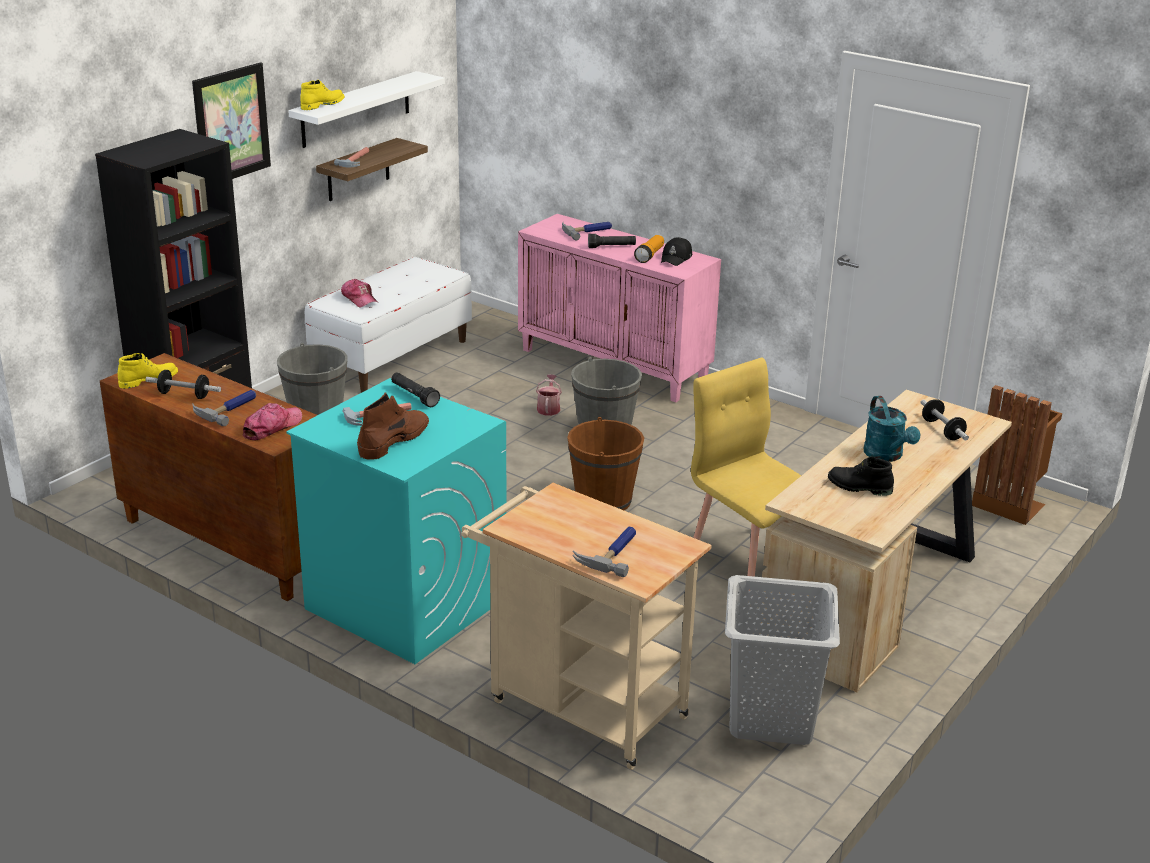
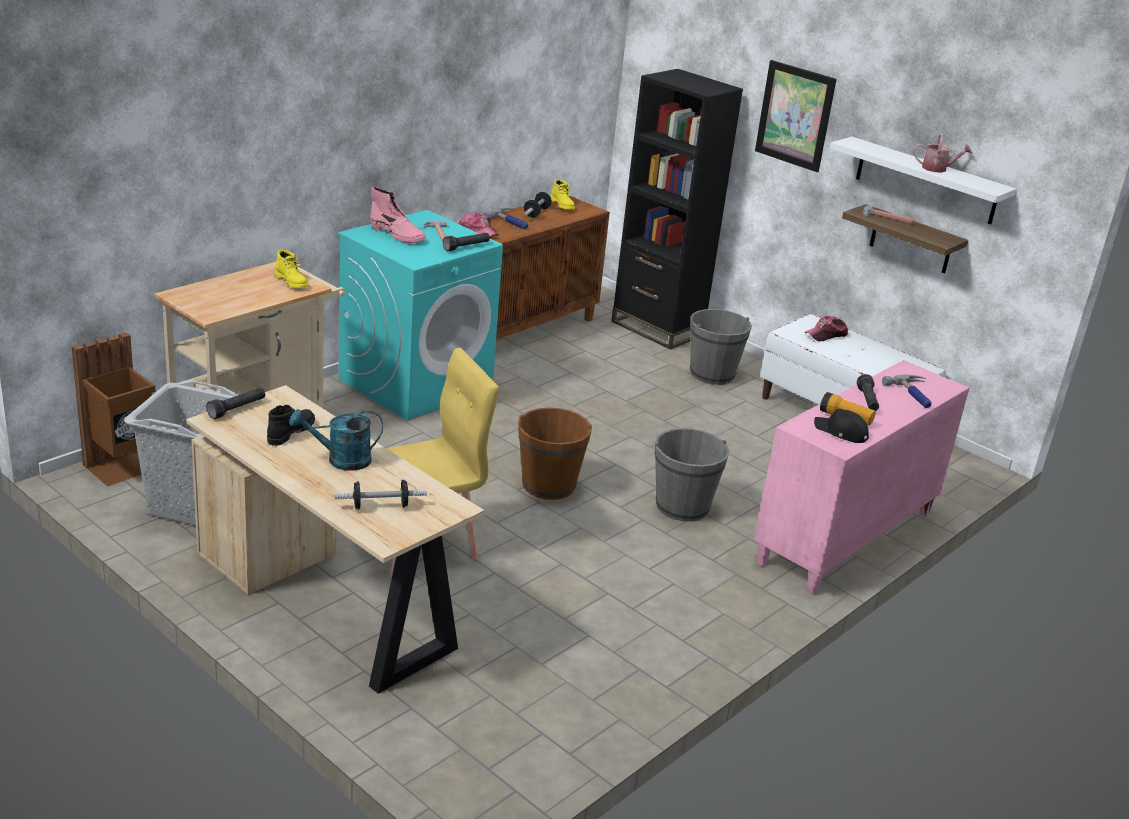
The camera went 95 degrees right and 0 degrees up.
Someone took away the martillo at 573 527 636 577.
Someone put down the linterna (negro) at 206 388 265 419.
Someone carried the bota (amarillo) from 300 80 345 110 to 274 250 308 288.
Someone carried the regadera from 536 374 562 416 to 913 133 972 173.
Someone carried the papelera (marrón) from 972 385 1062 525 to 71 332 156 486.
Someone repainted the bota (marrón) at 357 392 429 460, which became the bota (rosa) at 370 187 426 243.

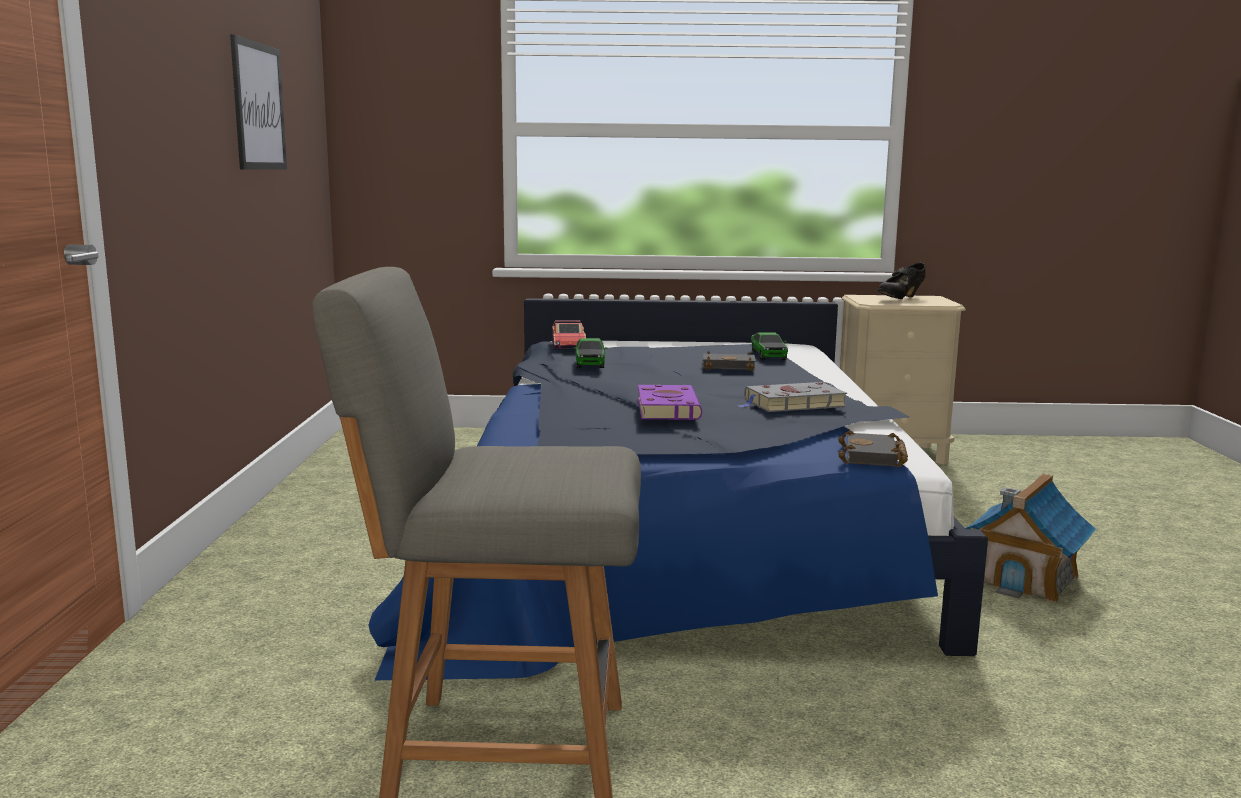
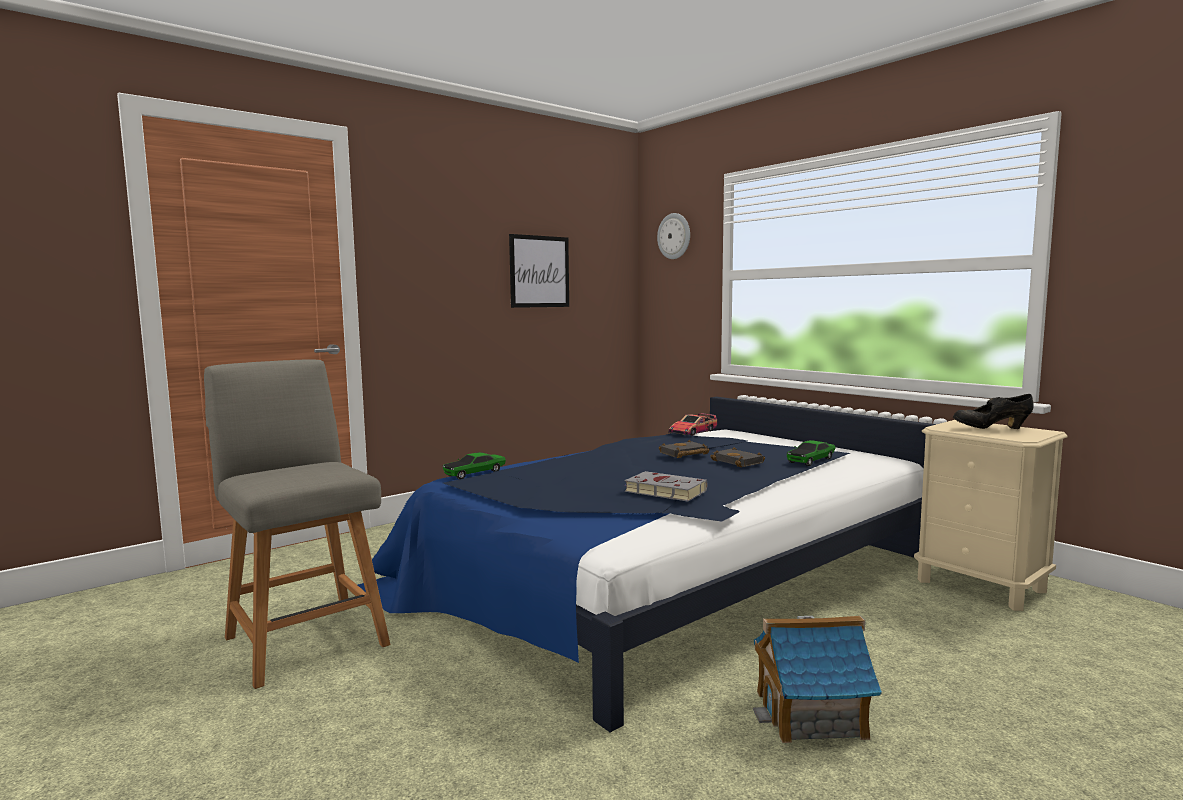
The camera went 50 degrees right and 5 degrees down.
Someone took away the libro (morado) at 638 385 702 420.
Someone put up the reloj de pared at 657 213 690 259.
Someone carried the coche de juguete from 573 338 608 368 to 443 452 506 479.
Someone carried the libro (negro) from 838 430 908 467 to 659 440 709 458.

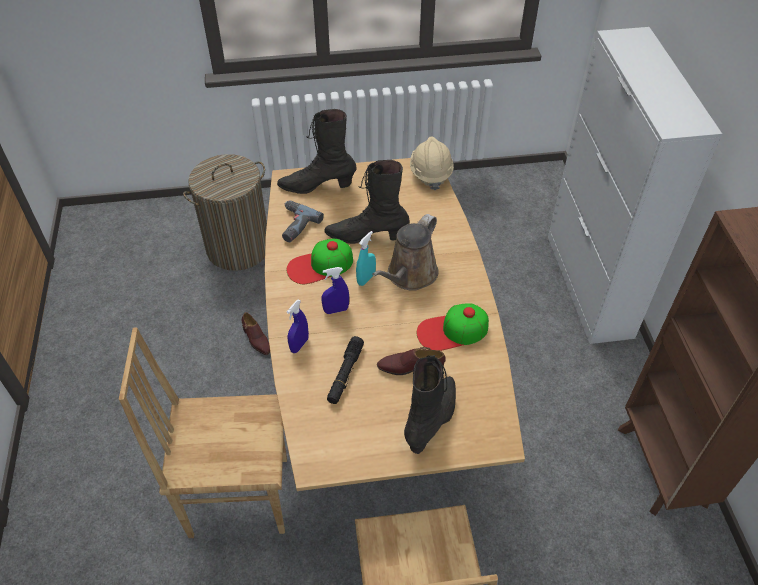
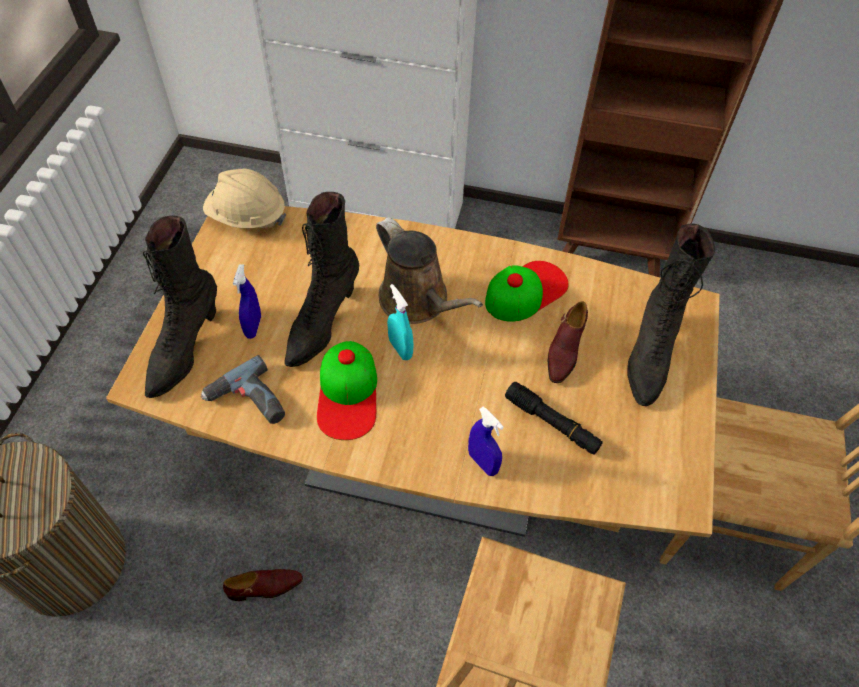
The camera went 70 degrees left and 5 degrees up.
Someone carried the pulverizador (azul) from 321 267 349 314 to 233 264 261 339.
Someone rotated the bota (negro) at 404 355 456 454 by 120 degrees counterclockwise.
Someone rotated the gorra at 417 303 489 351 by 135 degrees counterclockwise.

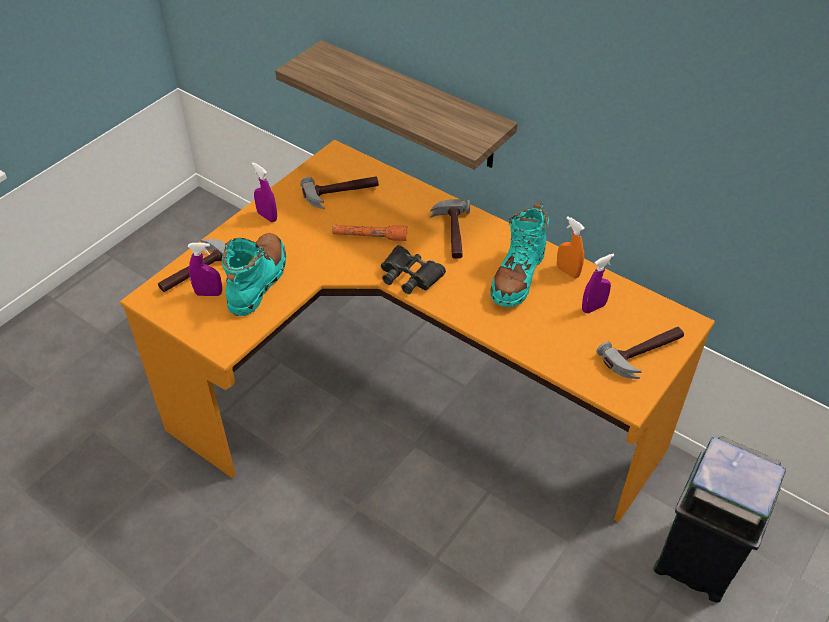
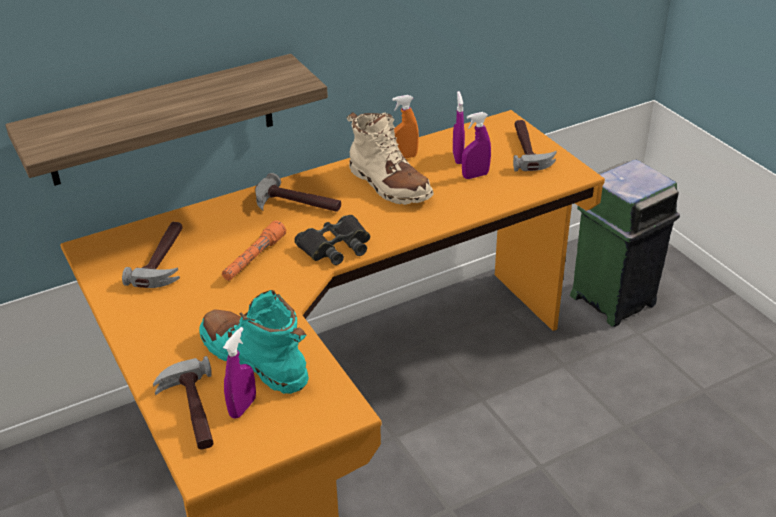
The camera went 65 degrees left and 10 degrees down.
Someone carried the pulverizador (morado) from 252 162 277 222 to 462 112 491 179.
Someone repainted the bota (turquesa) at 490 203 549 307, which became the bota (beis) at 346 112 433 205.

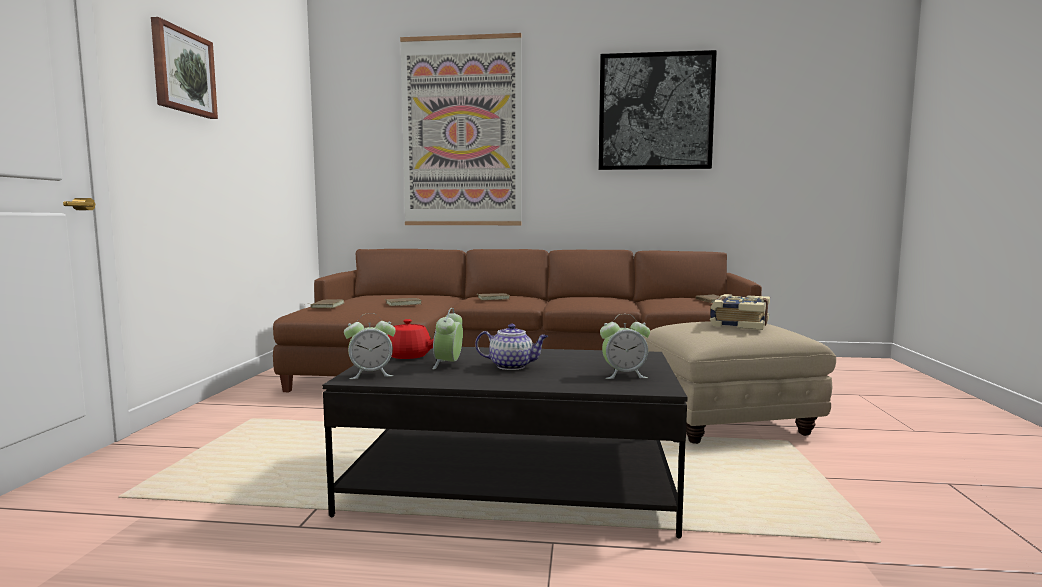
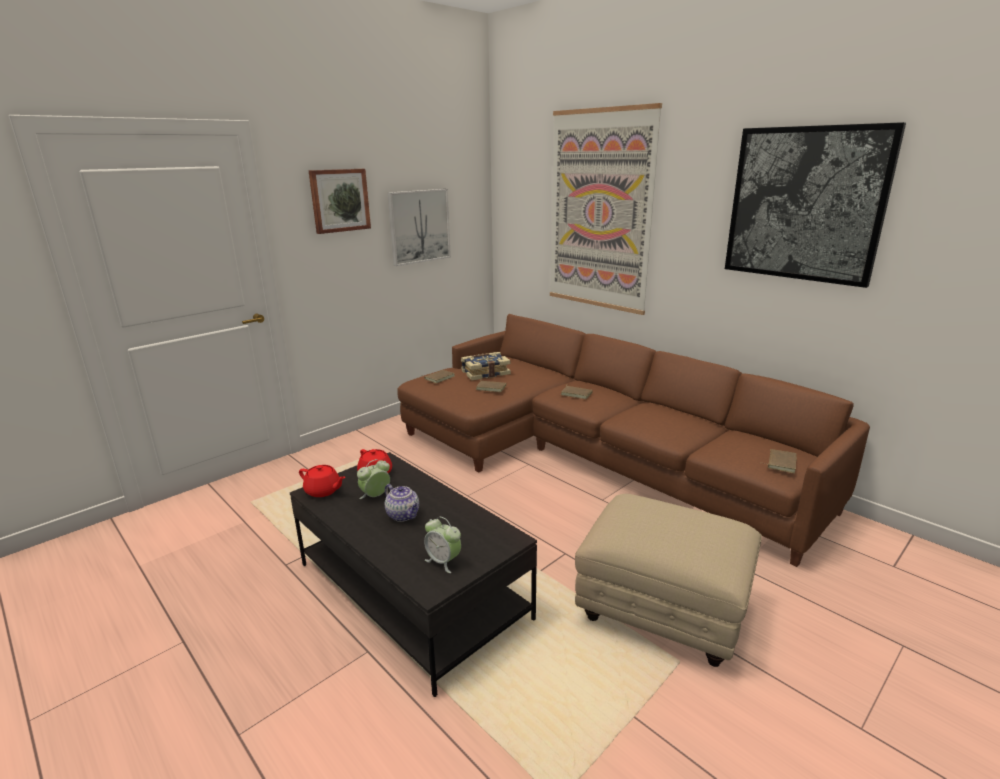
The camera went 40 degrees right and 15 degrees up.
Someone put up the cuadro at 388 189 451 266.
Someone carried the libro from 710 294 770 330 to 461 352 511 380.
Someone swapped the despertador at 344 313 396 379 for the tetera (rojo) at 299 465 346 497.

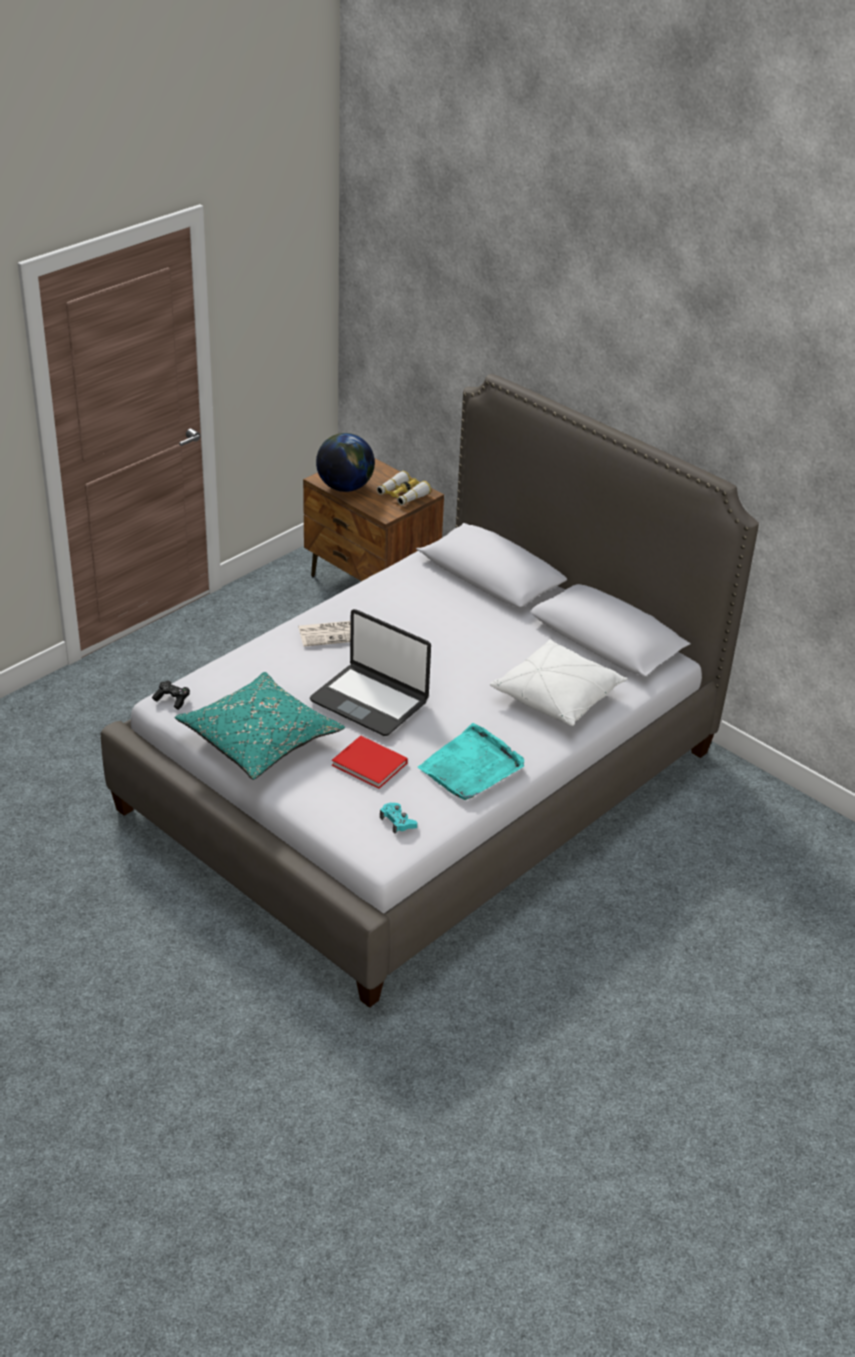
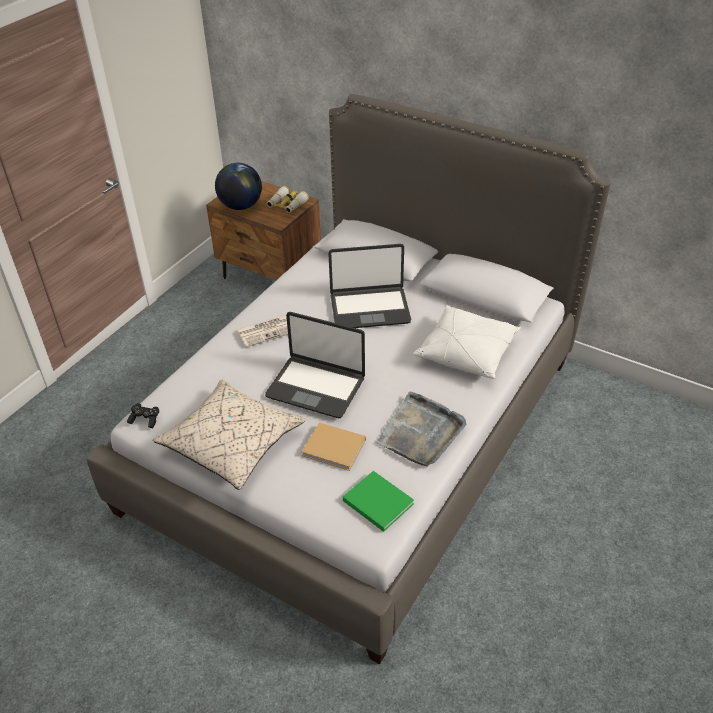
The camera went 10 degrees left and 5 degrees up.
Someone put down the portátil at 328 244 411 328.
Someone swapped the mando de consola (turquesa) at 380 803 417 834 for the libro (verde) at 343 471 414 532.
Someone repainted the cojín (turquesa) at 175 672 345 780, which became the cojín (beis) at 152 380 306 490.
Someone repainted the libro (rojo) at 332 736 408 789, which became the libro (beis) at 302 422 366 471.
Someone repainted the bandeja (turquesa) at 418 723 524 800, which became the bandeja (gris) at 376 391 467 467.

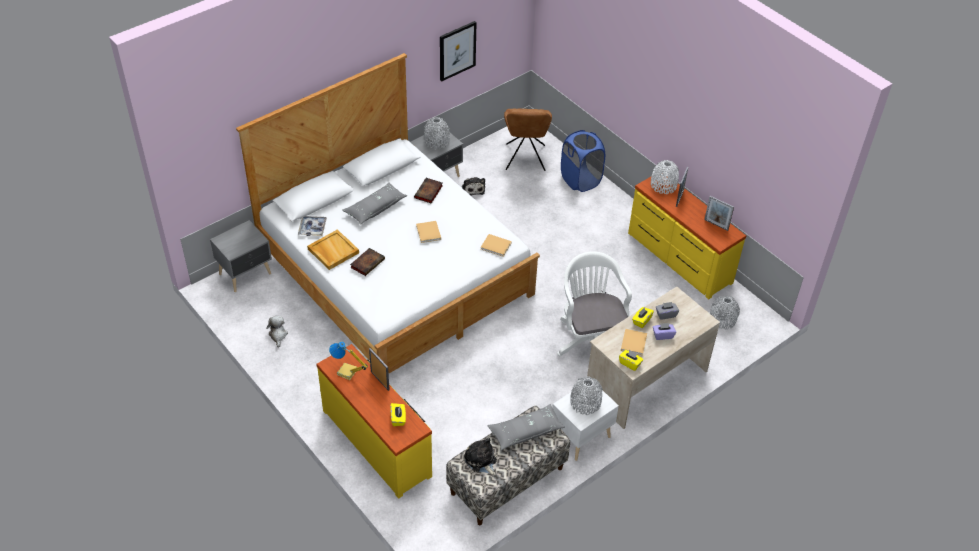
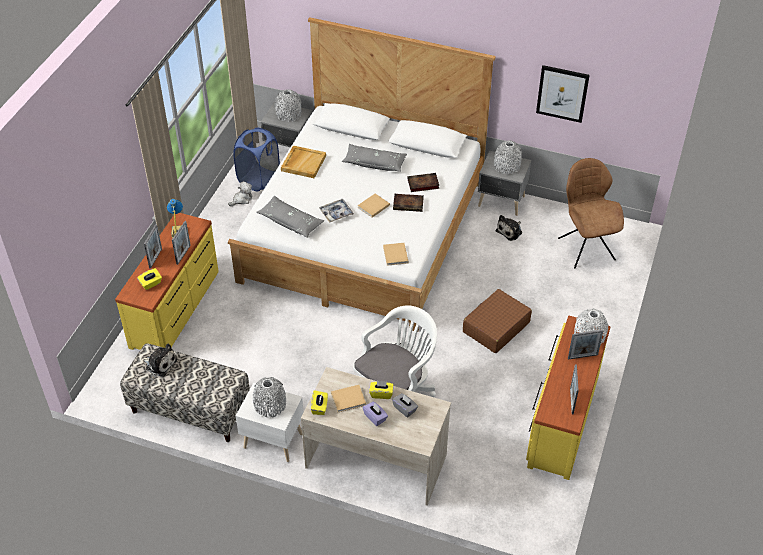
The camera went 60 degrees right and 0 degrees up.
Someone put down the portarretratos at 144 224 162 269.
Someone put down the maleta (marrón) at 463 289 532 353.
Someone carried the bandeja from 298 216 327 236 to 319 199 354 223.
Someone carried the libro from 350 248 385 276 to 393 194 424 212.
Someone carried the cojín (gris) from 487 404 565 451 to 256 196 324 238.
Someone carried the cesto de la ropa (azul) from 561 130 605 192 to 233 128 280 192.
Someone carried the florero (gris) from 710 295 740 330 to 275 89 302 122.
Someone rotated the peluche at 464 438 497 475 by 90 degrees clockwise.
Someone rotated the silla (marrón) at 504 108 552 171 by 105 degrees clockwise.

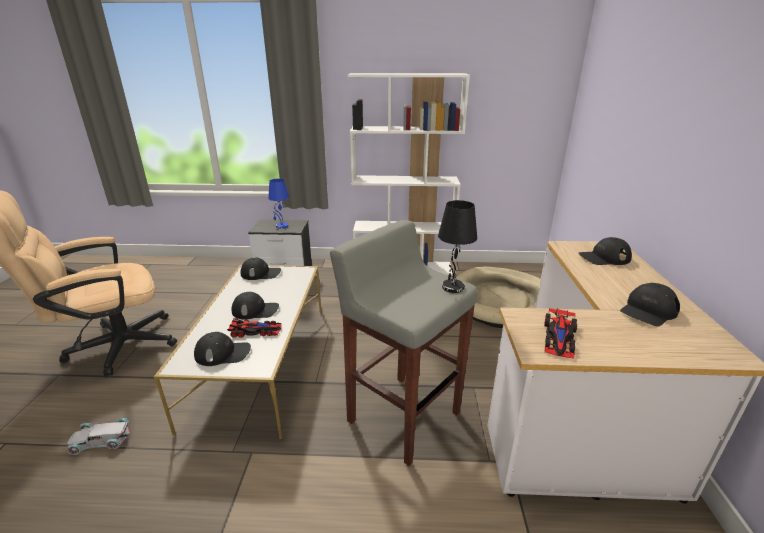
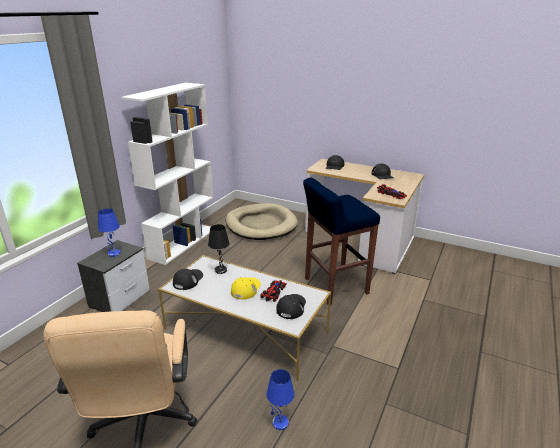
The camera went 65 degrees left and 0 degrees up.
Someone carried the lámpara de mesa (negro) from 438 200 477 293 to 208 224 229 274.
Someone swapped the coche de juguete (blanco) at 67 418 130 455 for the lámpara de mesa (azul) at 267 369 294 430.
Someone repainted the gorra (negro) at 231 292 279 319, which became the gorra (amarillo) at 231 277 261 300.
Someone repainted the taburete (gris) at 330 220 478 466, which became the taburete (azul) at 303 178 380 305.

